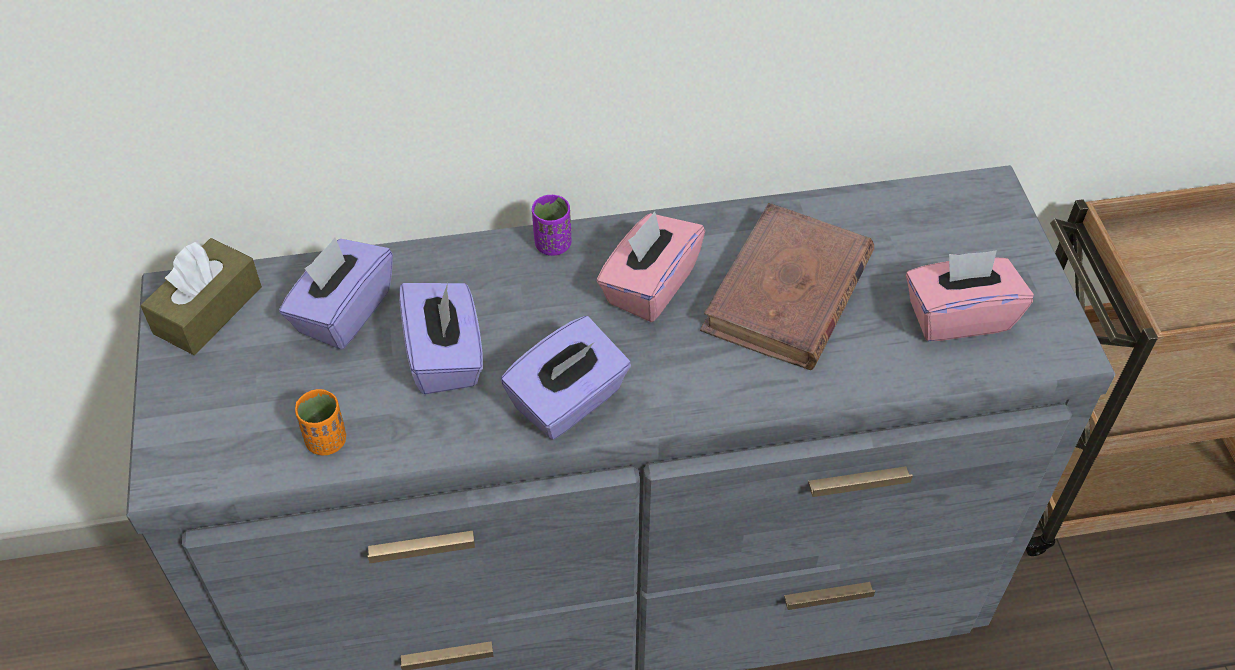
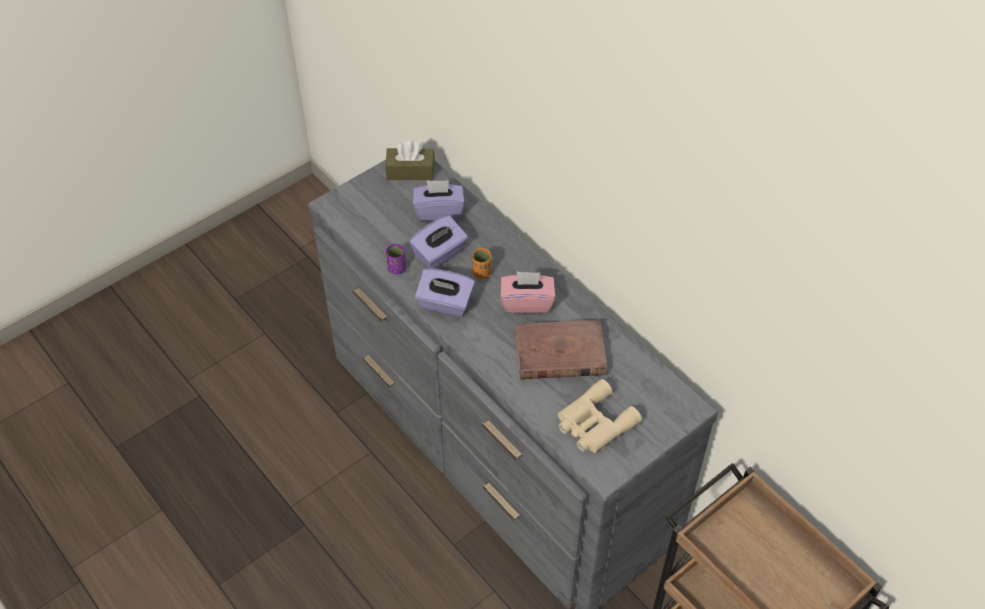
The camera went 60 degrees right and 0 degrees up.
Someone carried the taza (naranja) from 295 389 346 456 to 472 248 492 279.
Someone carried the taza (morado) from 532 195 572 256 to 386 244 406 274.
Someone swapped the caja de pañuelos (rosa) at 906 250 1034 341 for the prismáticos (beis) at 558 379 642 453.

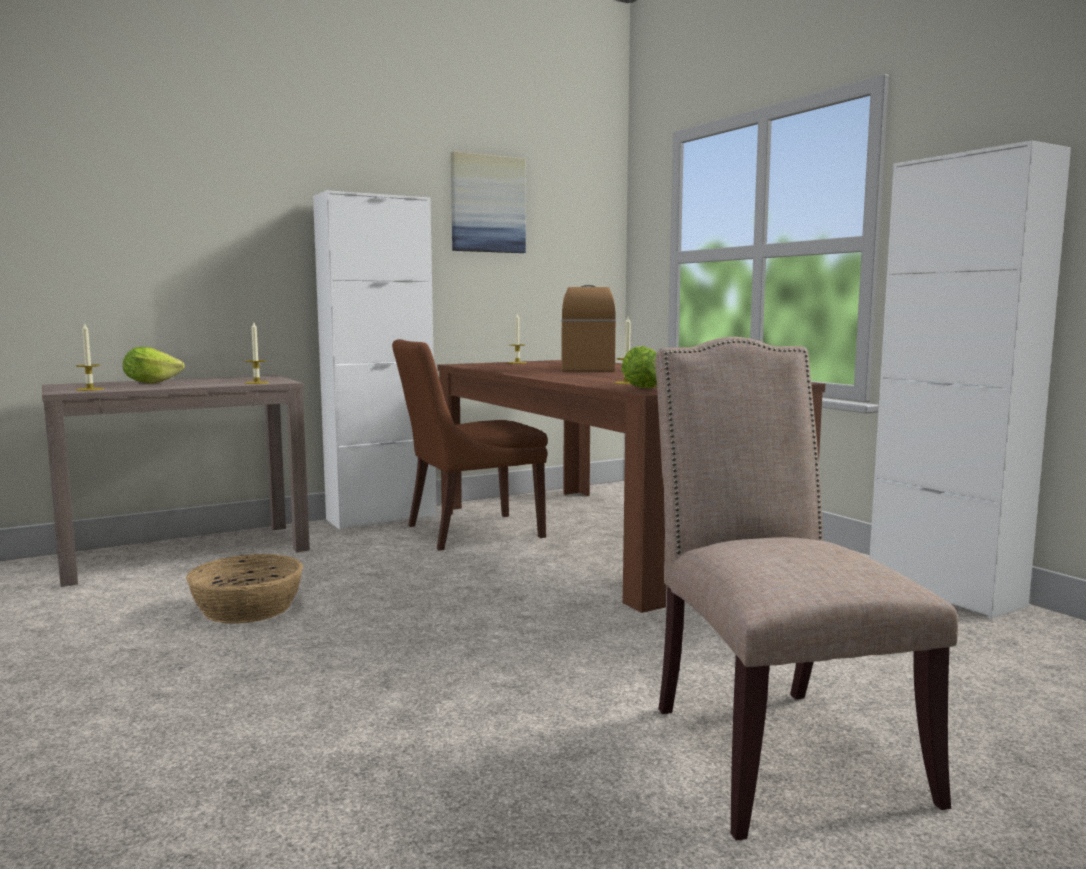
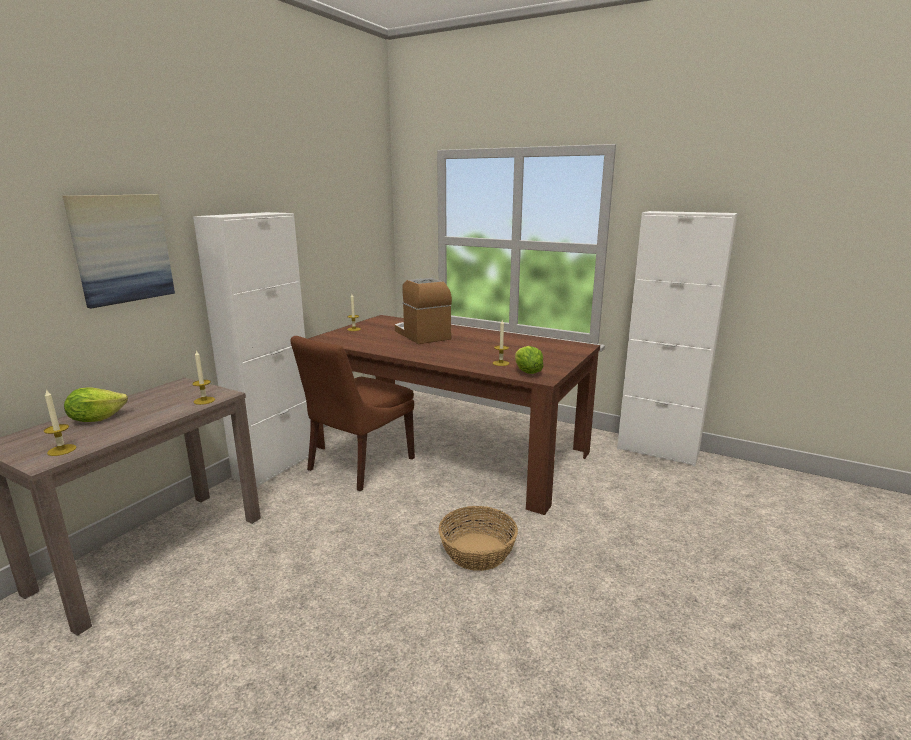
The camera went 30 degrees left and 10 degrees up.
Someone took away the silla (beis) at 655 337 958 840.
Someone carried the cesta from 186 554 303 624 to 438 506 518 571.
Someone carried the cuadro from 451 151 526 253 to 63 194 175 309.

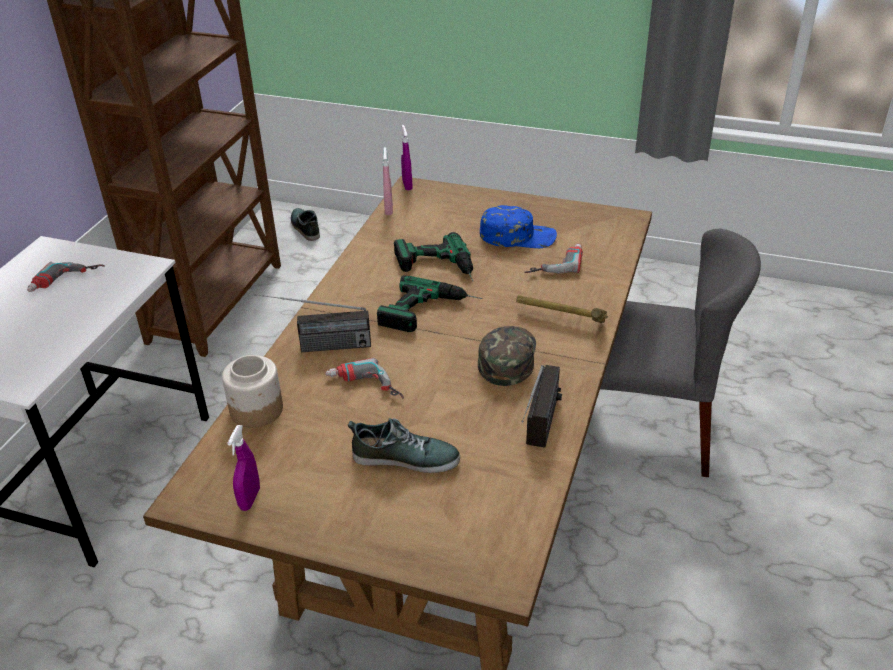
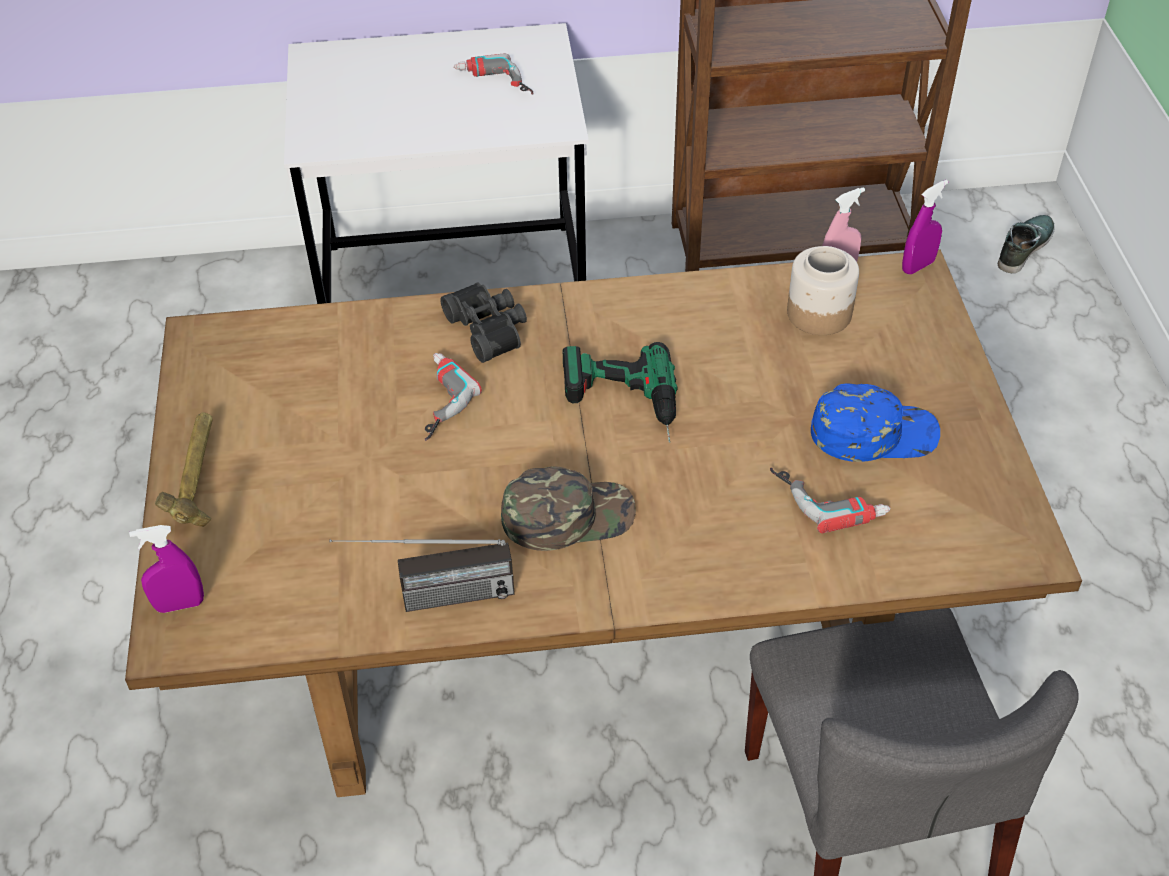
The camera went 65 degrees right and 10 degrees up.
Someone took away the zapato at 348 418 460 473.
Someone took away the taladro at 394 232 473 281.
Someone carried the tarro from 222 355 283 428 to 787 246 859 335.
Someone carried the pulverizador (morado) from 227 425 260 511 to 129 525 204 613.
Someone carried the martillo from 516 295 608 323 to 155 412 213 527.
Someone swapped the radio at 254 294 371 352 for the prismáticos (negro) at 441 282 527 363.
Someone rotated the gorra (azul) at 480 205 557 248 by 75 degrees counterclockwise.

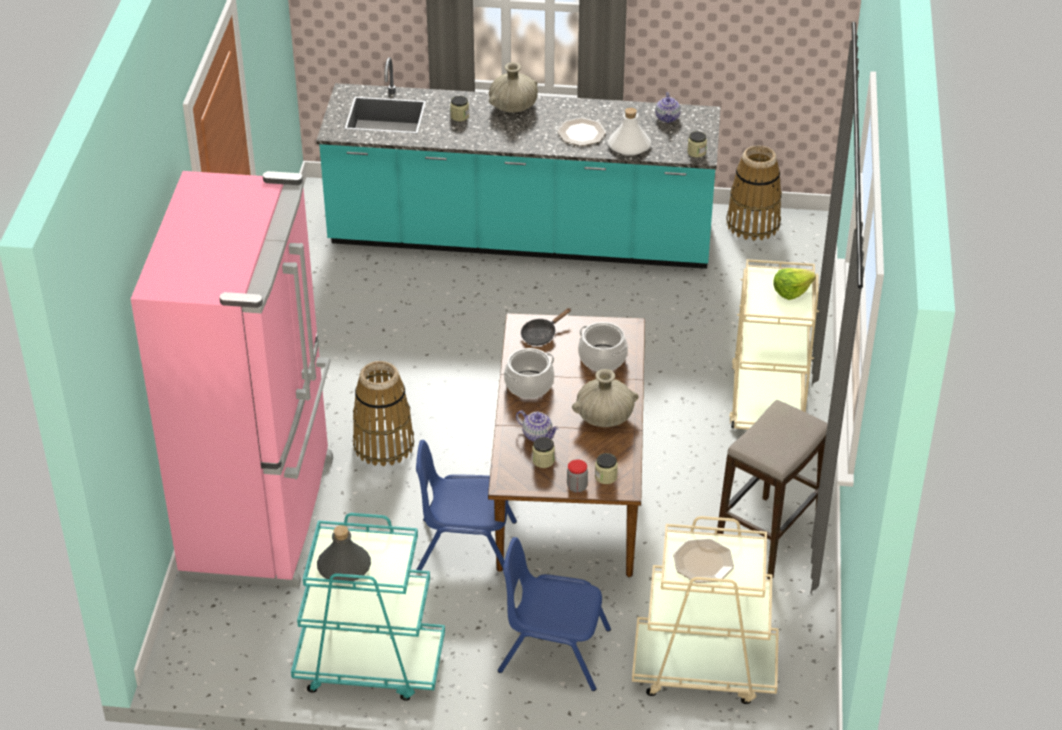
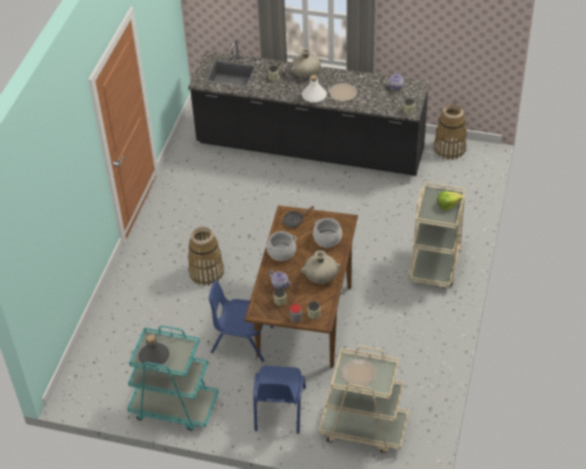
The camera went 10 degrees right and 5 degrees up.
Someone took away the nevera (rosa) at 131 171 333 588.
Someone took away the taburete at 717 400 828 580.
Someone carried the botella (blanco) from 608 108 651 155 to 301 75 327 103.
Someone repainted the mueble bajo de cocina (turquesa) at 316 57 721 269, which became the mueble bajo de cocina (negro) at 188 40 430 176.
Someone rotated the silla (azul) at 498 537 611 691 by 105 degrees counterclockwise.

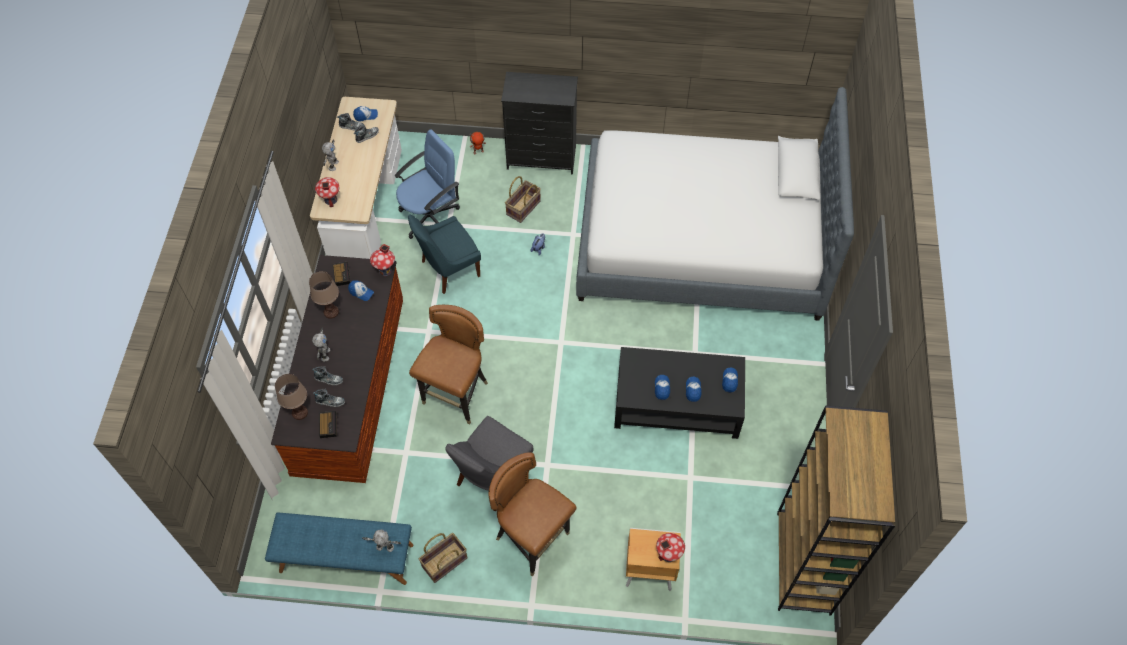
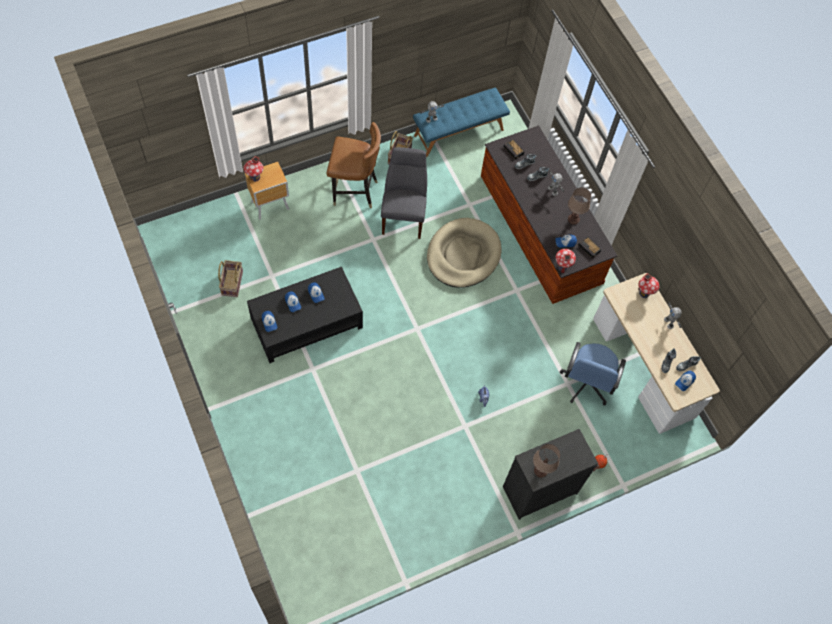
The camera went 145 degrees right and 5 degrees up.
Someone took away the silla (azul) at 408 214 481 294.
Someone took away the cama at 576 87 854 321.
Someone took away the estantería (marrón) at 777 405 895 616.
Someone carried the lámpara de mesa (marrón) from 275 374 308 420 to 533 444 560 478.
Someone carried the cesta from 505 176 541 223 to 218 260 243 297.
Someone swapped the silla (marrón) at 409 305 488 425 for the cama para perro (beis) at 427 218 502 288.

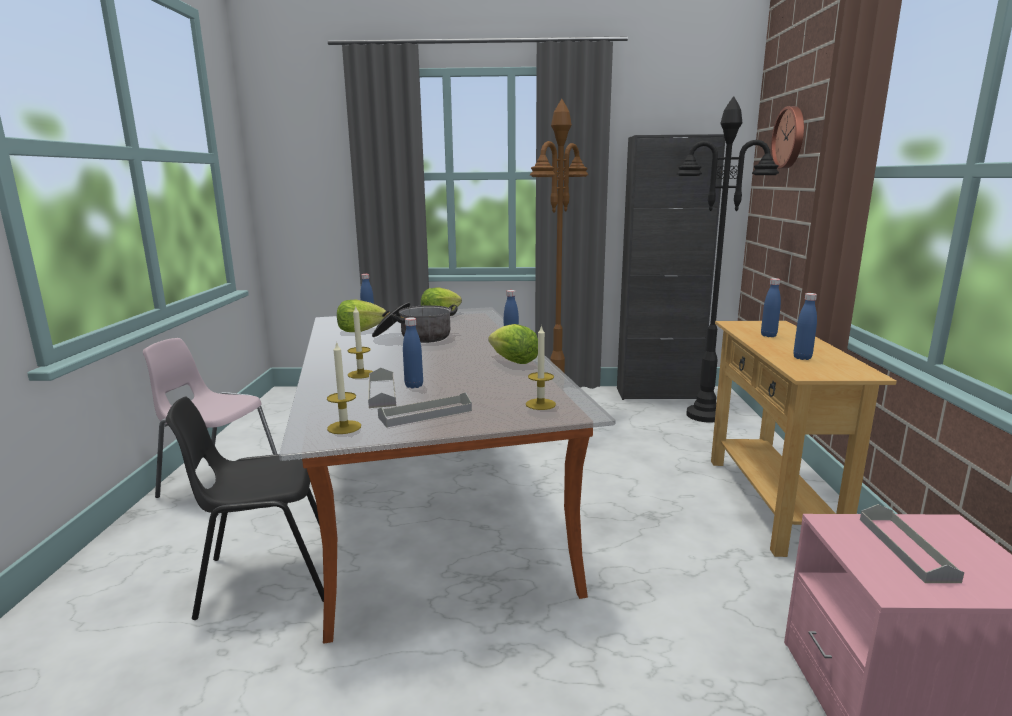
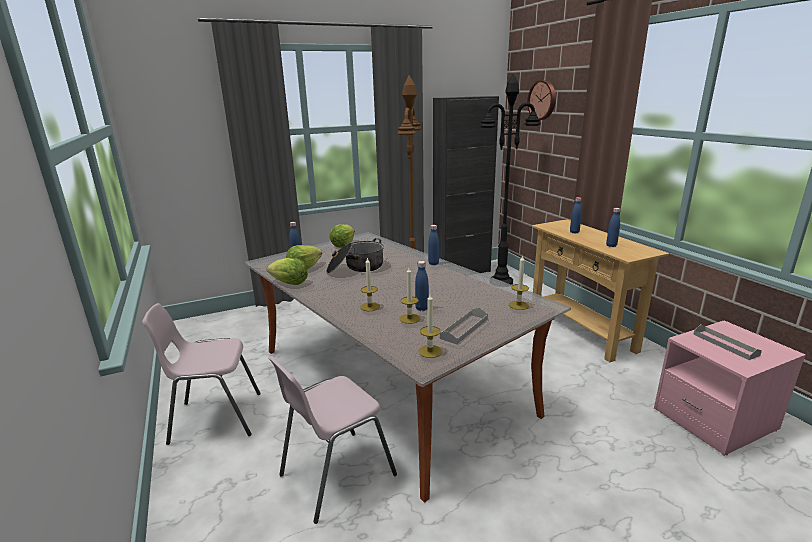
The camera went 25 degrees left and 5 degrees up.
Someone carried the lechuga from 488 324 538 364 to 267 258 308 285.
Someone swapped the bandeja (gris) at 368 368 396 408 for the vela at 400 267 420 324.
Someone repainted the silla (negro) at 166 397 324 620, which became the silla (rosa) at 268 356 397 524.

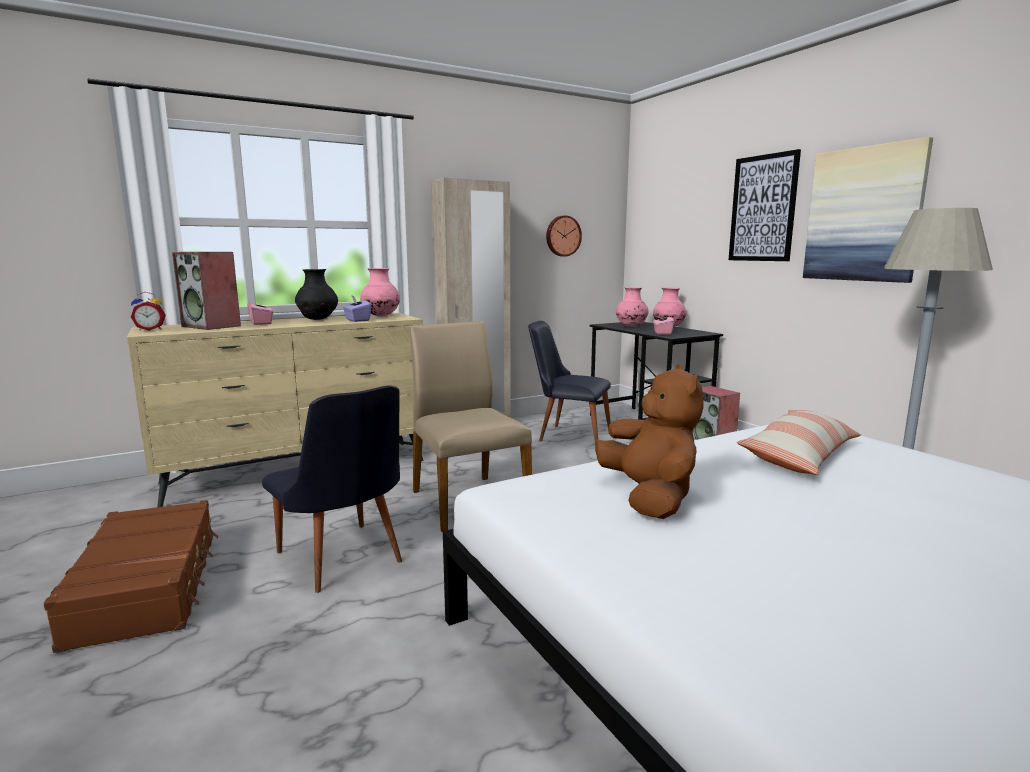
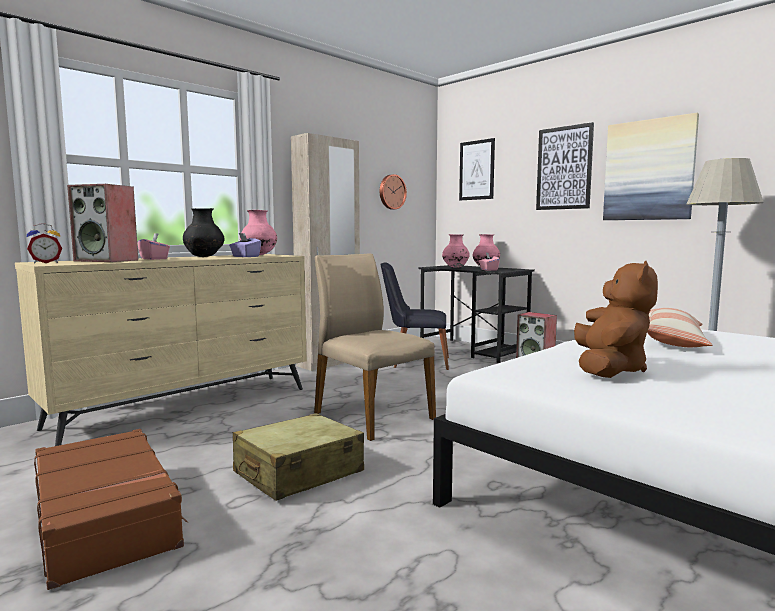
The camera went 15 degrees left and 5 degrees down.
Someone put up the cuadro at 459 138 495 200.
Someone swapped the silla (negro) at 262 386 402 593 for the maleta (beis) at 233 413 364 501.
Someone rotated the peluche (marrón) at 595 364 704 519 by 45 degrees clockwise.

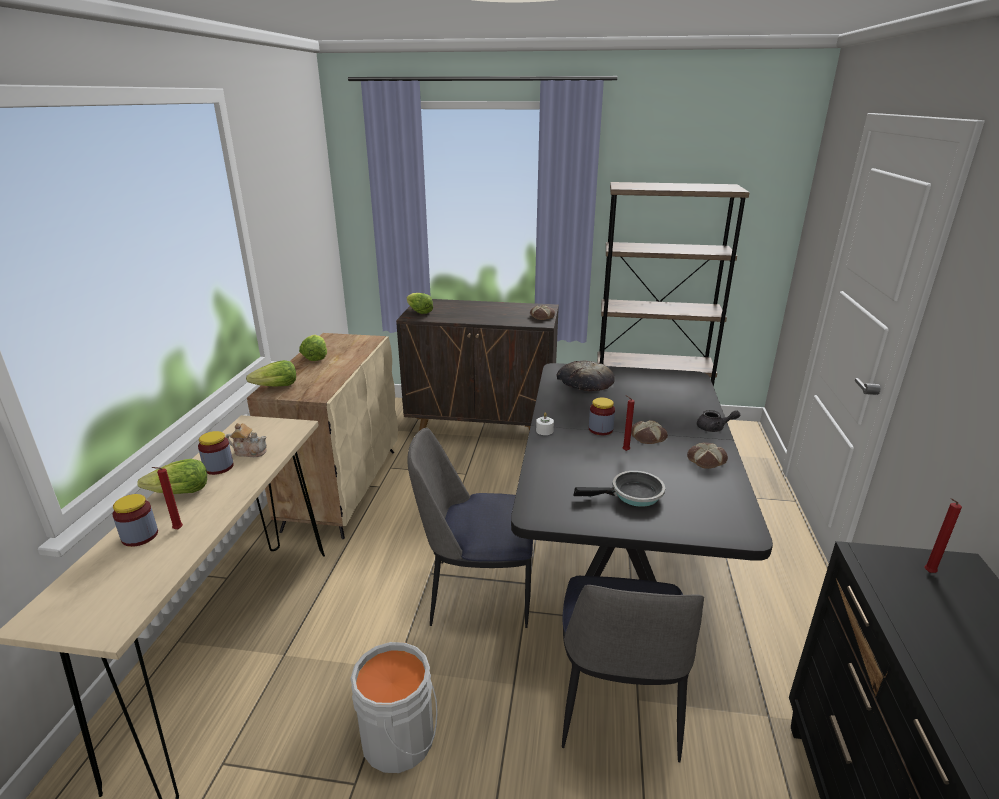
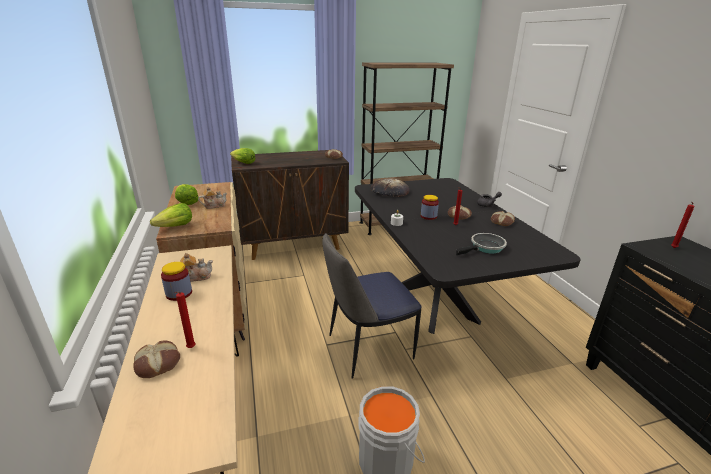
The camera went 25 degrees left and 0 degrees up.
Someone took away the lechuga at 137 459 207 494.
Someone took away the silla at 562 576 704 763.
Someone put down the tetera at 198 187 227 209.
Someone swapped the tarro at 112 494 158 547 for the pan at 133 341 180 378.

